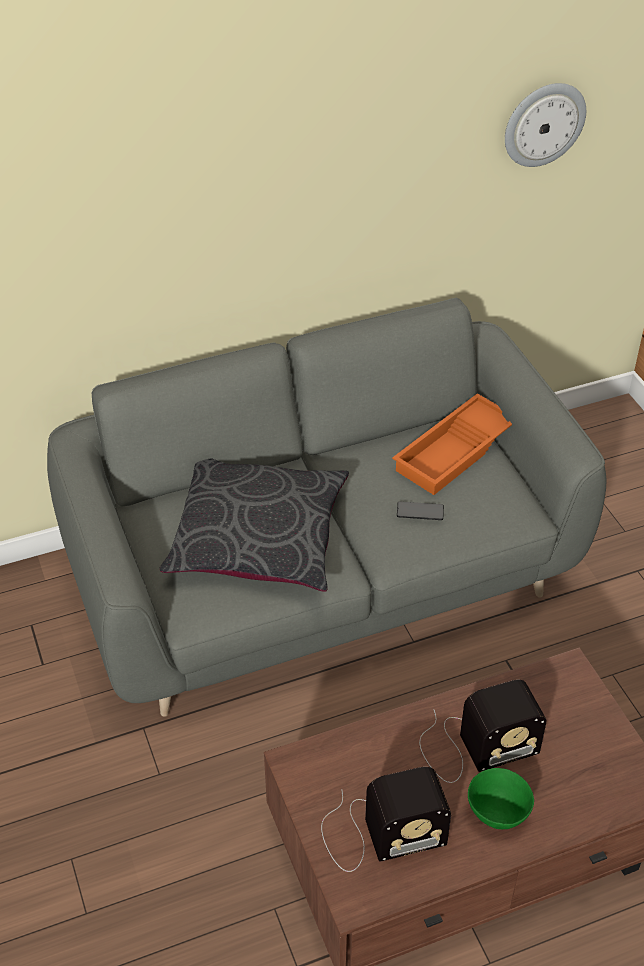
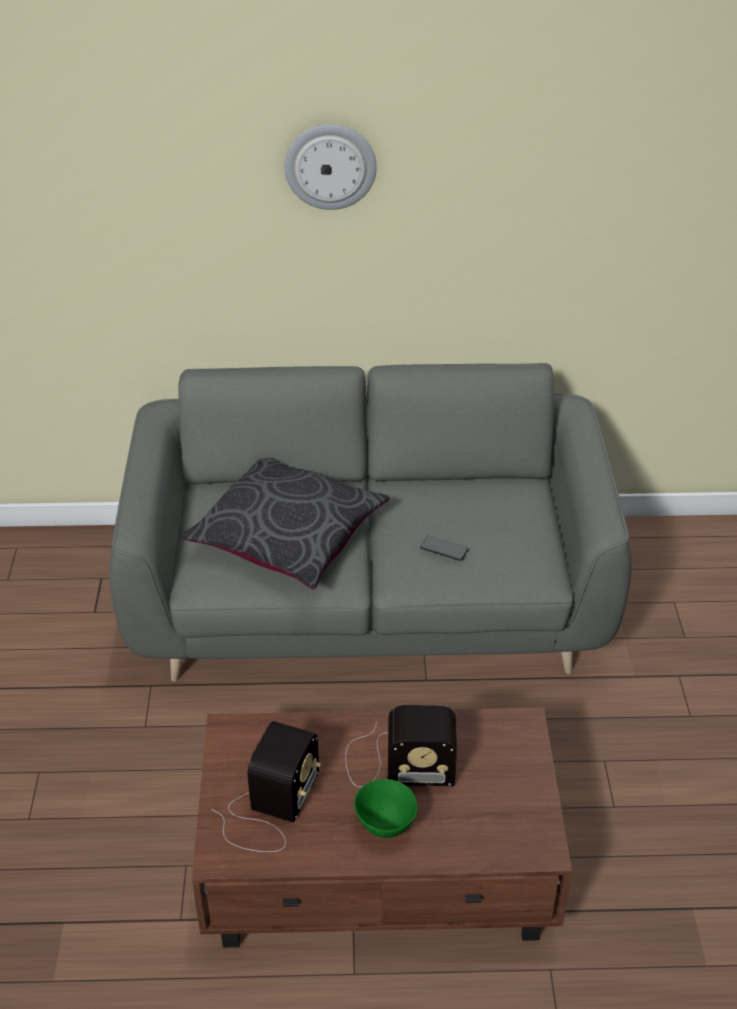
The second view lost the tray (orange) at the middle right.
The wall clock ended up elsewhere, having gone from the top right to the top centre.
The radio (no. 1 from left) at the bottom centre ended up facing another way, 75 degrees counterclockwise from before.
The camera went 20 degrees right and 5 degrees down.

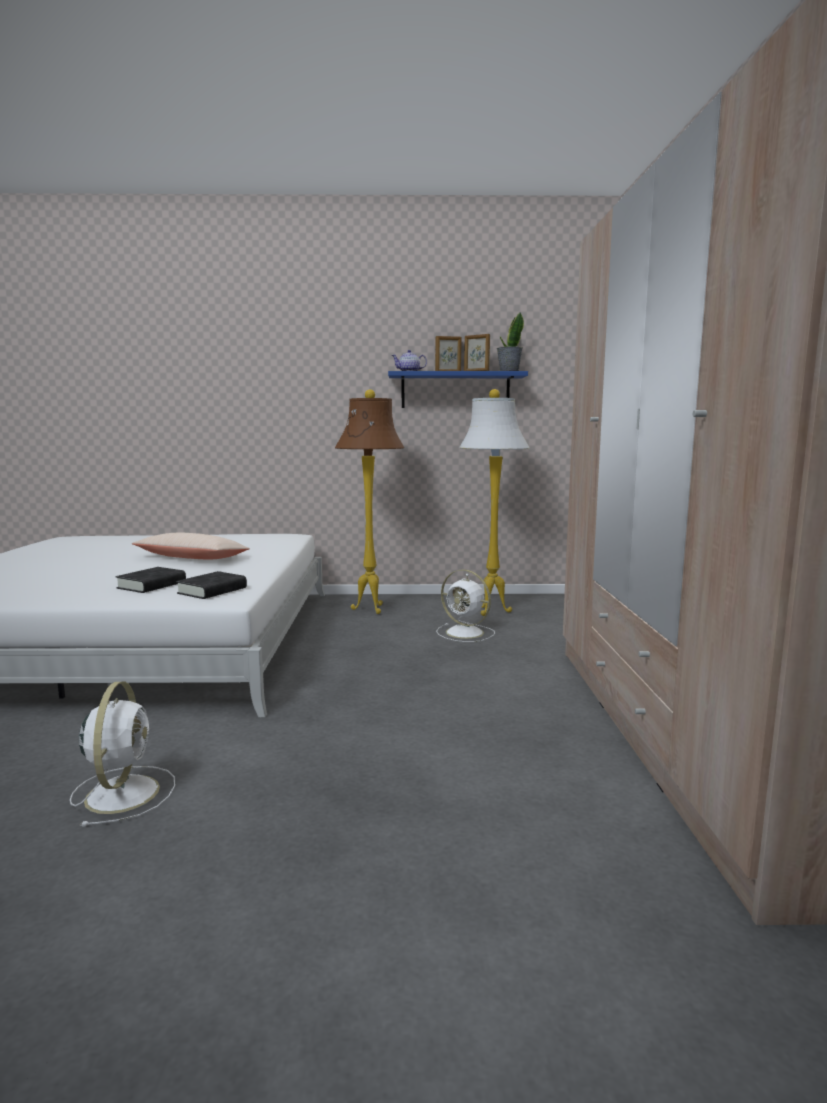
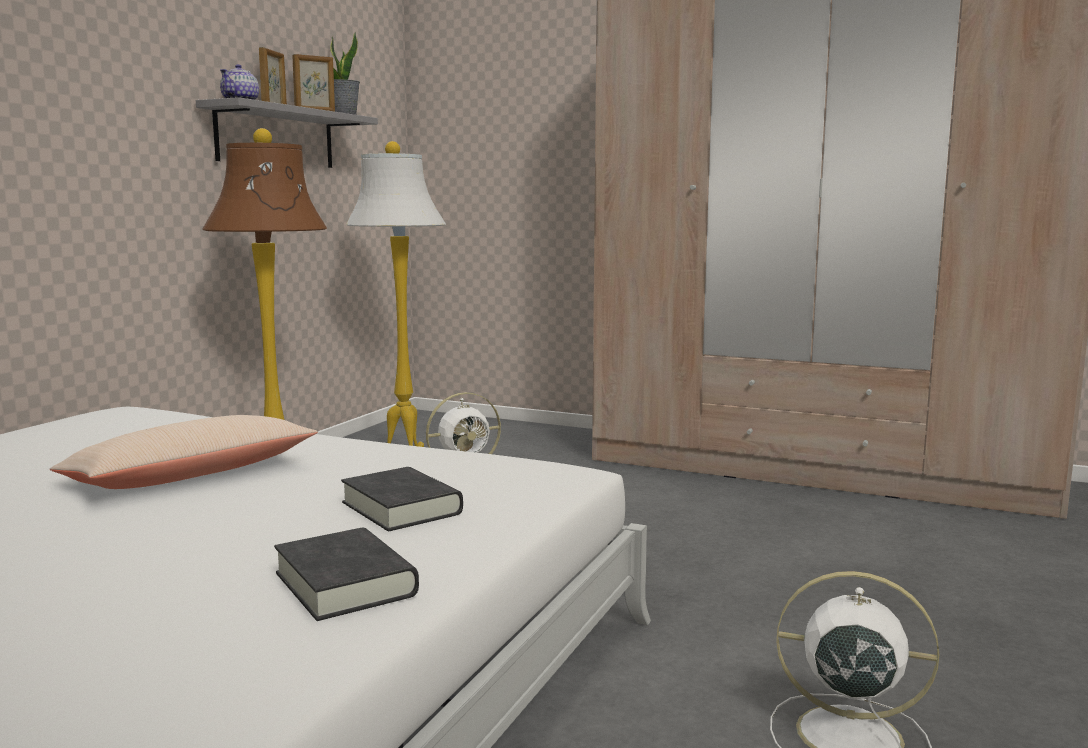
The bound book (black) (no. 2 from left in the first image) ended up elsewhere, having gone from the middle left to the bottom left.
What was the wall shelf (bluish) at the centre turned into the wall shelf (grey) at the top left.
The camera went 65 degrees left and 0 degrees up.

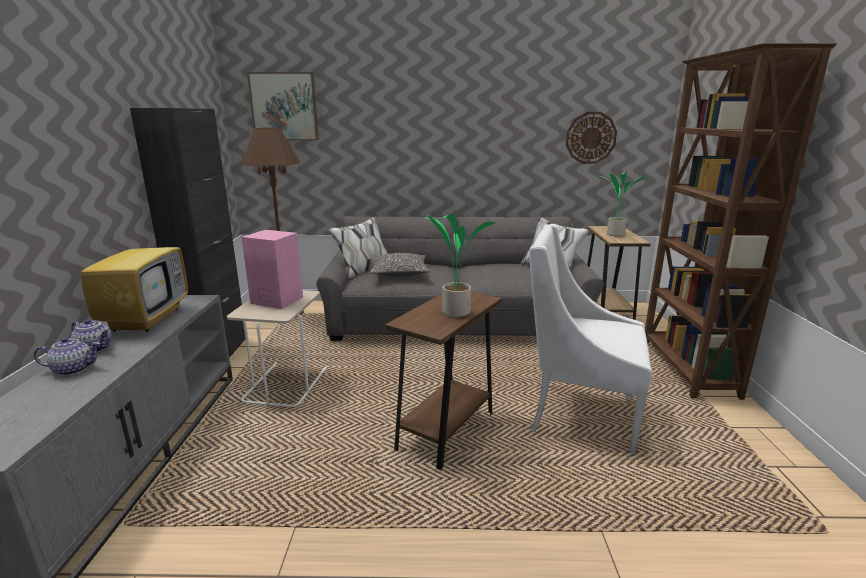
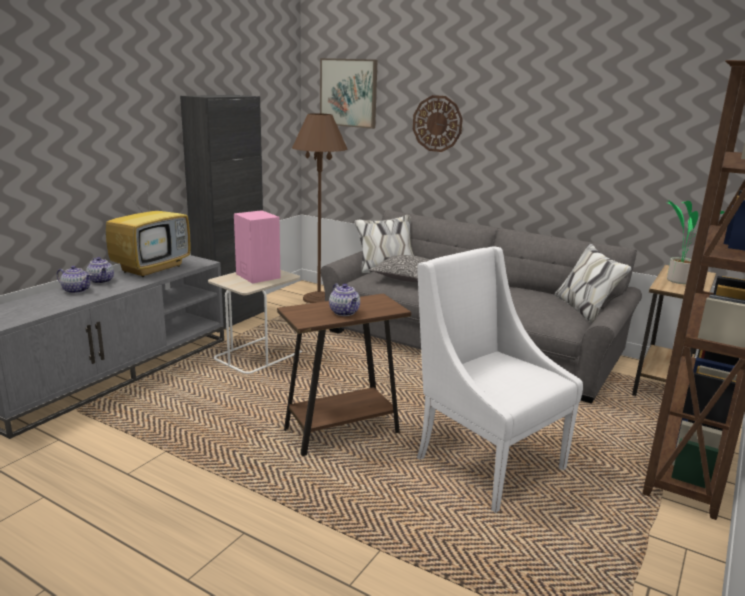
The wall clock ended up elsewhere, having gone from the top right to the top centre.
Where the potted plant (no. 1 from left) stood at the centre, the tea pot (no. 3 from left) came to stand at the centre.
The camera went 30 degrees right and 0 degrees up.

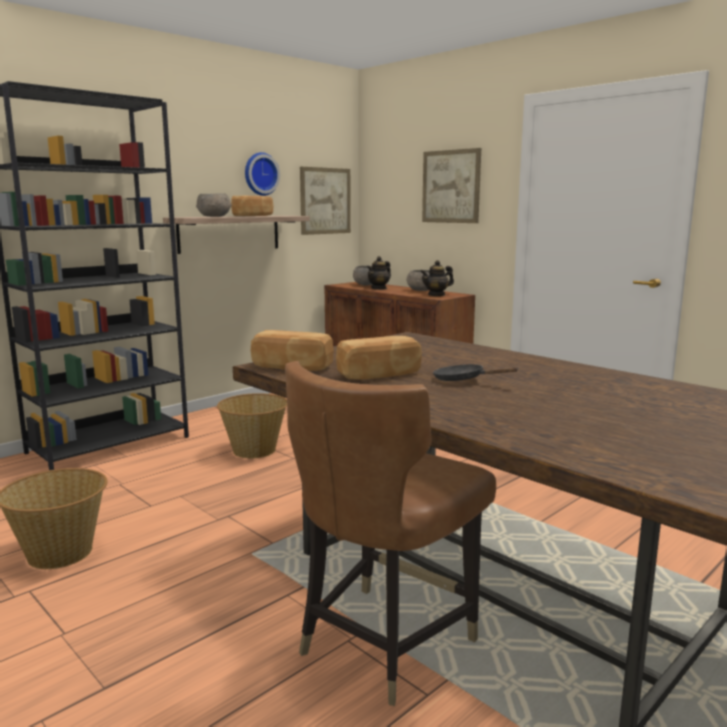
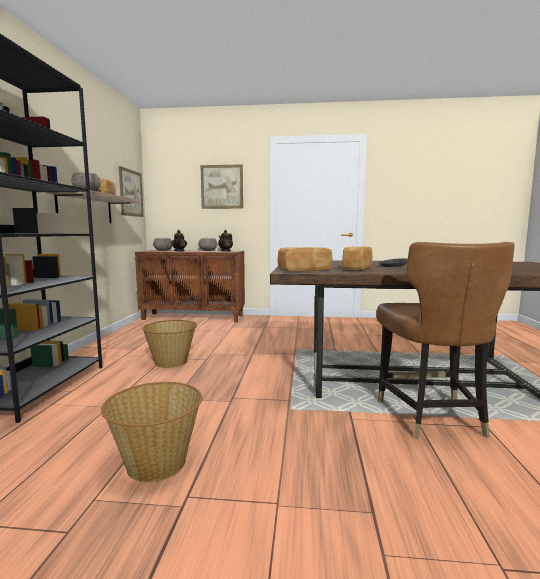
The second view lost the wall clock at the top centre.
The camera went 40 degrees left and 5 degrees down.

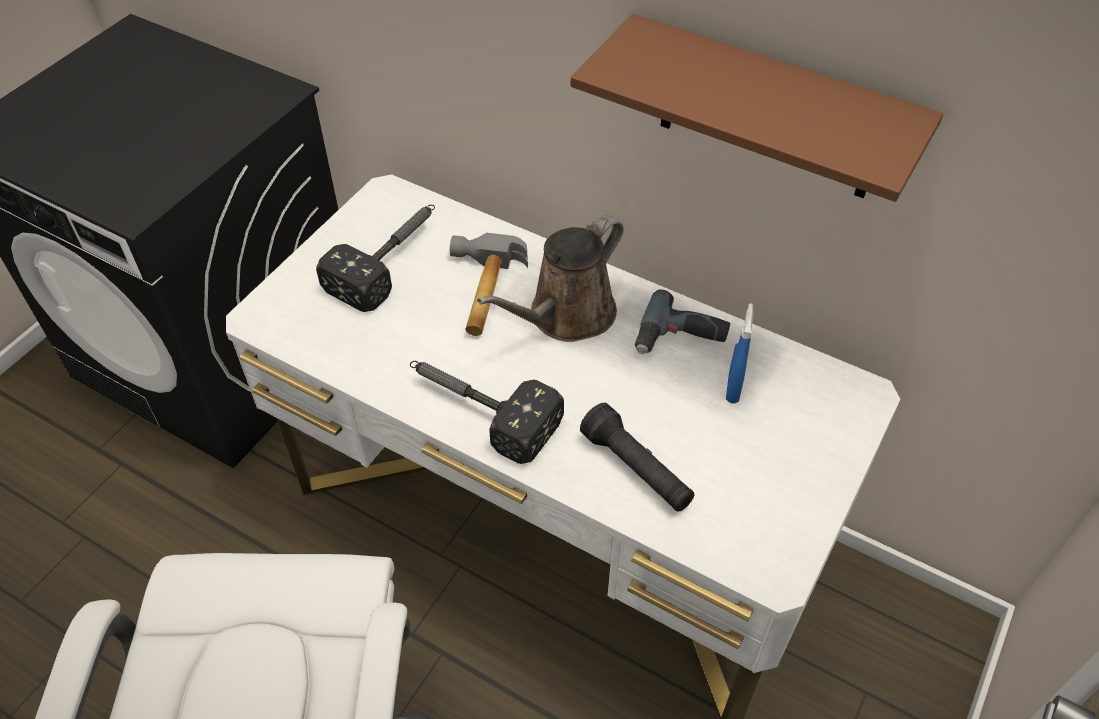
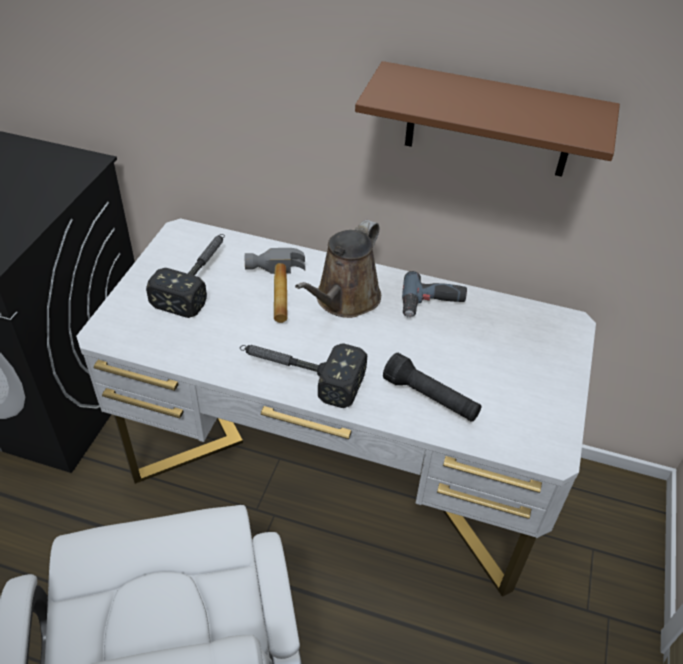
The second view lost the spray bottle (bluish) at the middle right.
The camera went 15 degrees left and 5 degrees down.

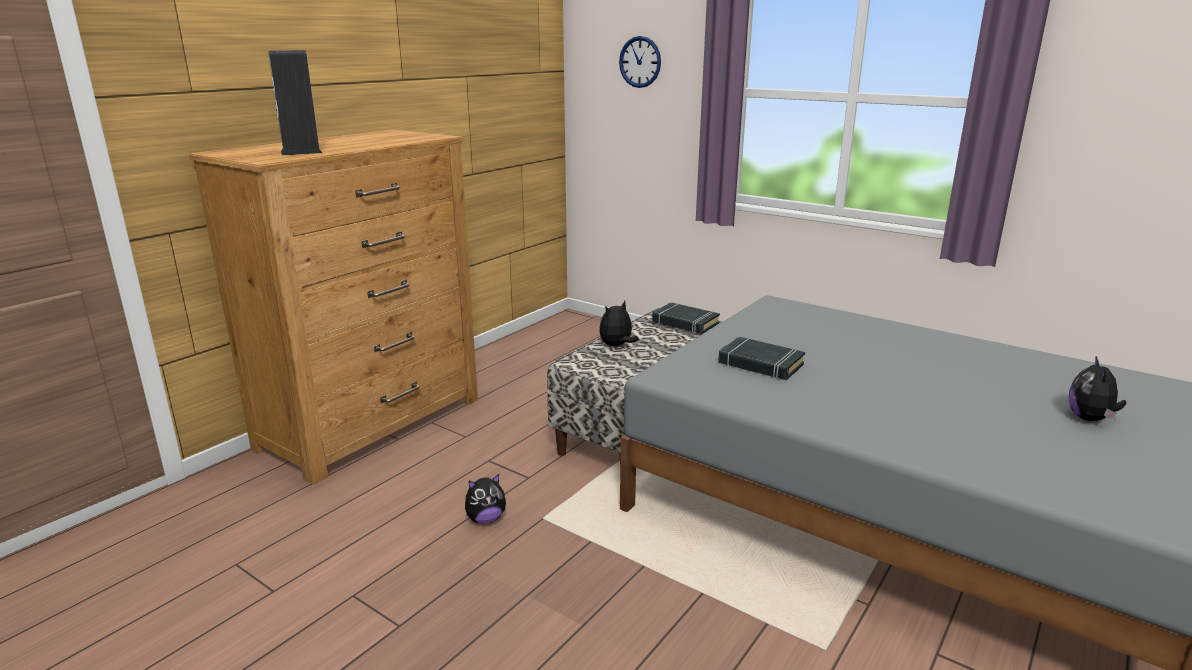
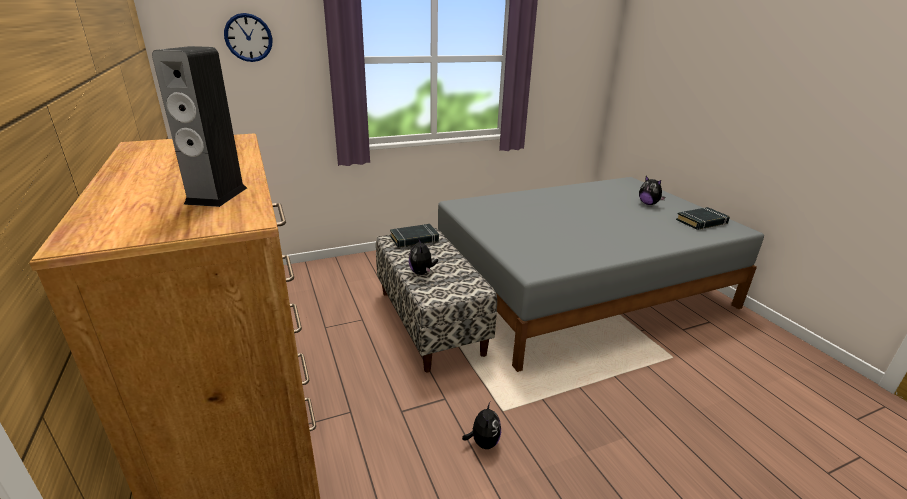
The bound book (black) (no. 2 from left) ended up elsewhere, having gone from the centre to the middle right.
The camera went 60 degrees left and 5 degrees up.

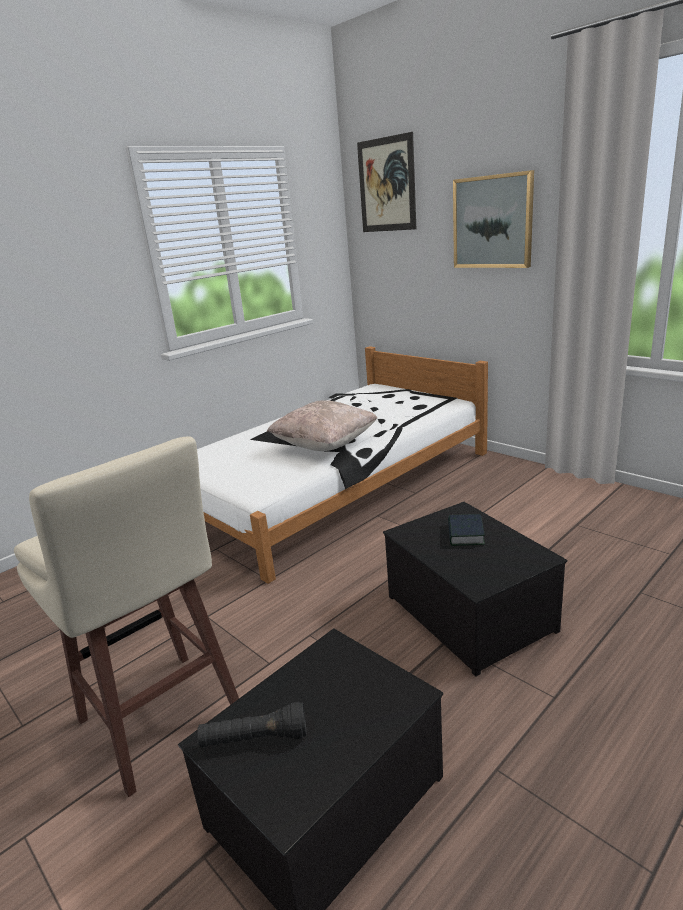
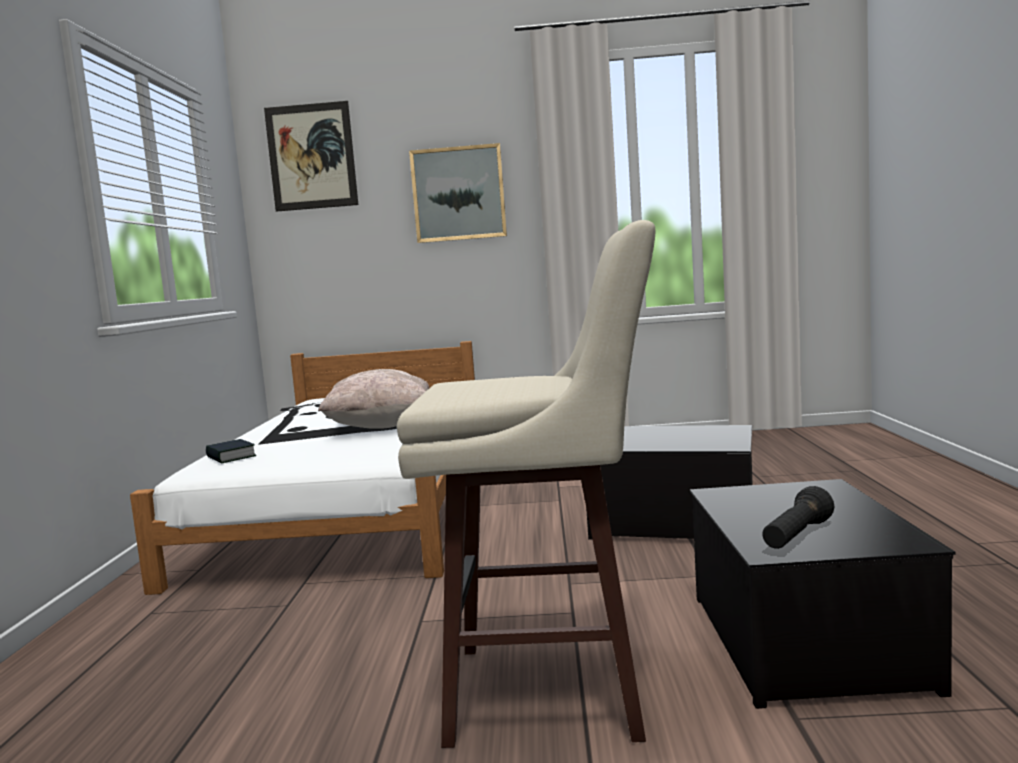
The bound book ended up elsewhere, having gone from the middle right to the middle left.
The camera went 45 degrees left and 15 degrees down.

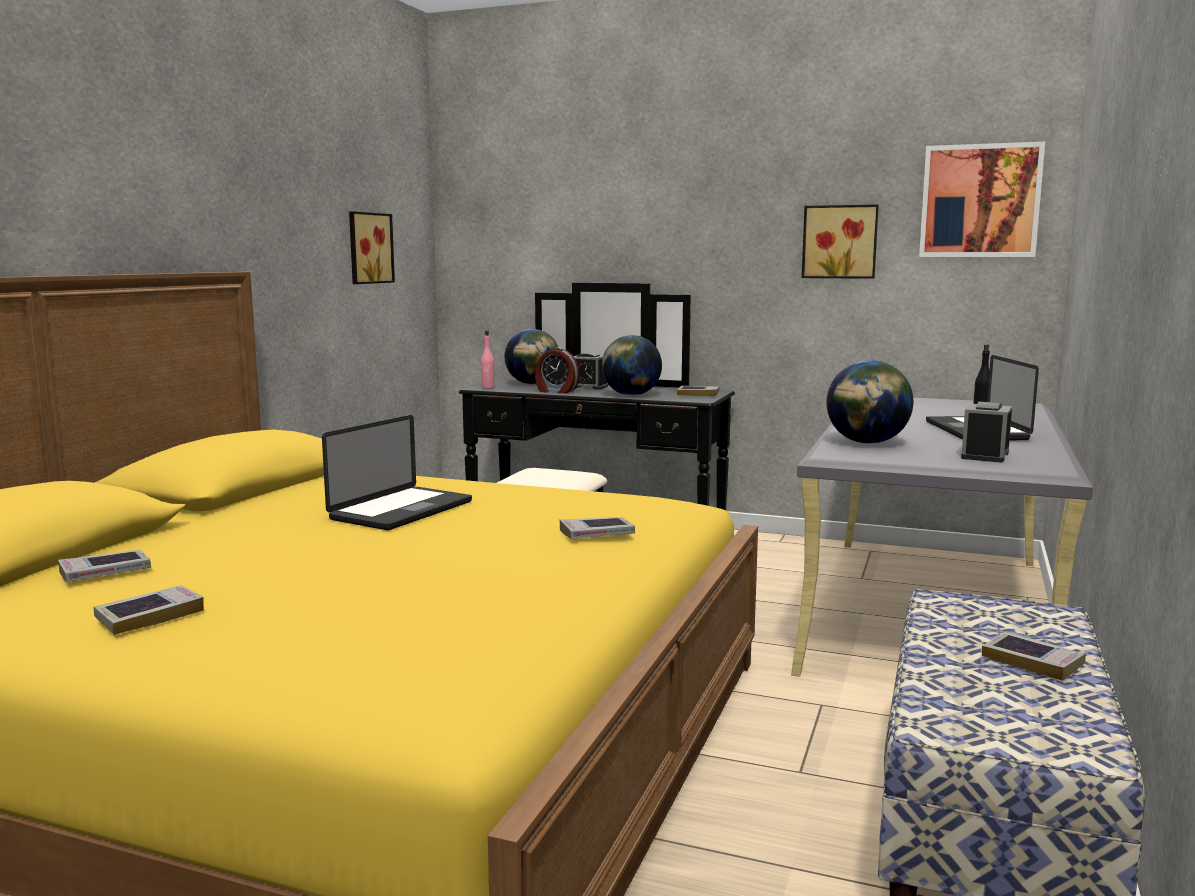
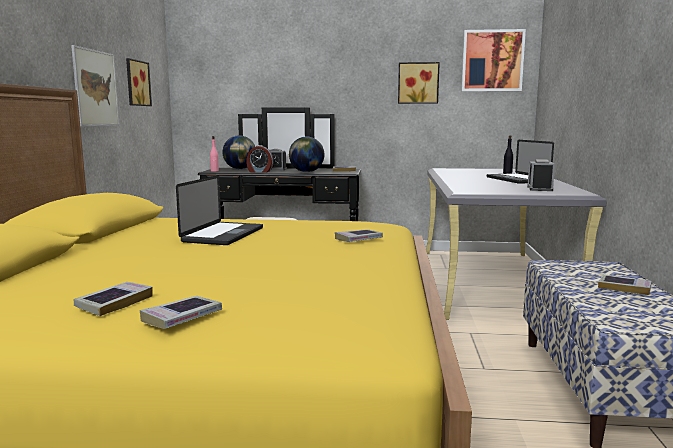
The second view lost the desk globe (no. 3 from left) at the middle right.
The second view gained the picture (no. 1 from left) at the top left.
The bound book (no. 1 from left in the first image) ended up elsewhere, having gone from the middle left to the bottom left.
The camera went 15 degrees left and 0 degrees up.

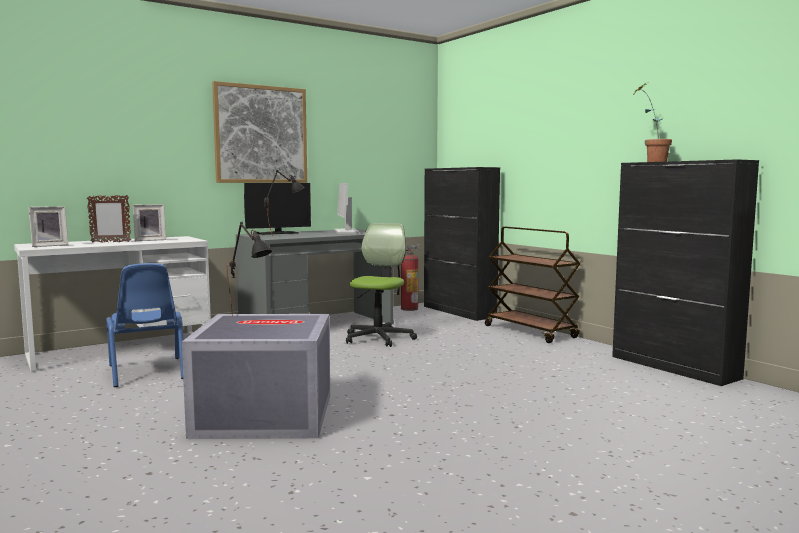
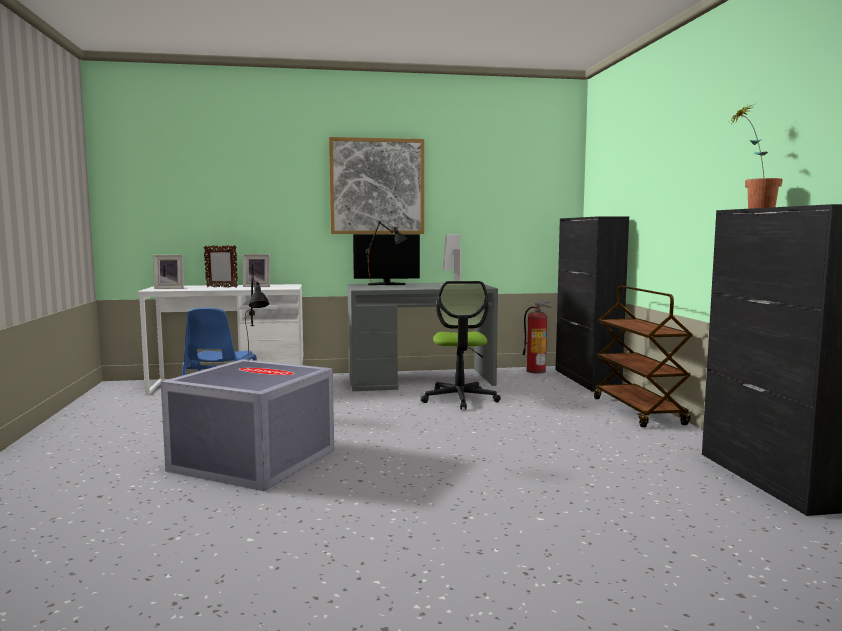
The office chair at the centre ended up facing another way, 135 degrees clockwise from before.
The camera went 25 degrees right and 0 degrees up.

